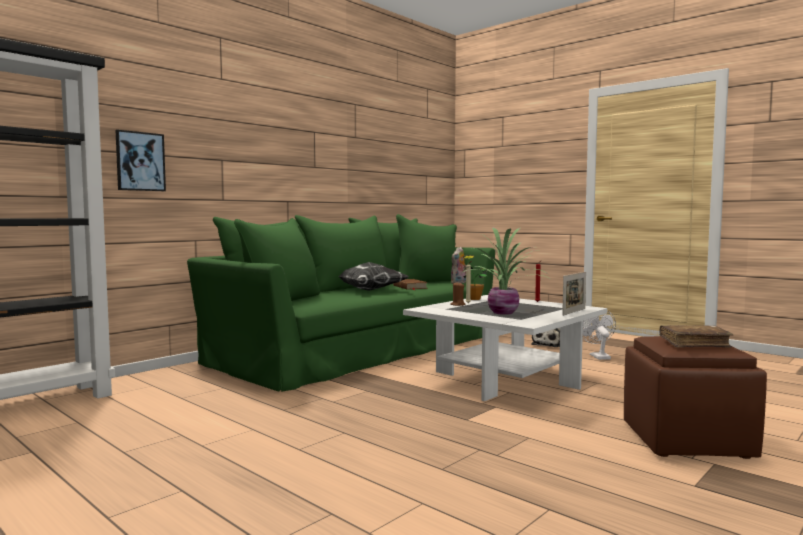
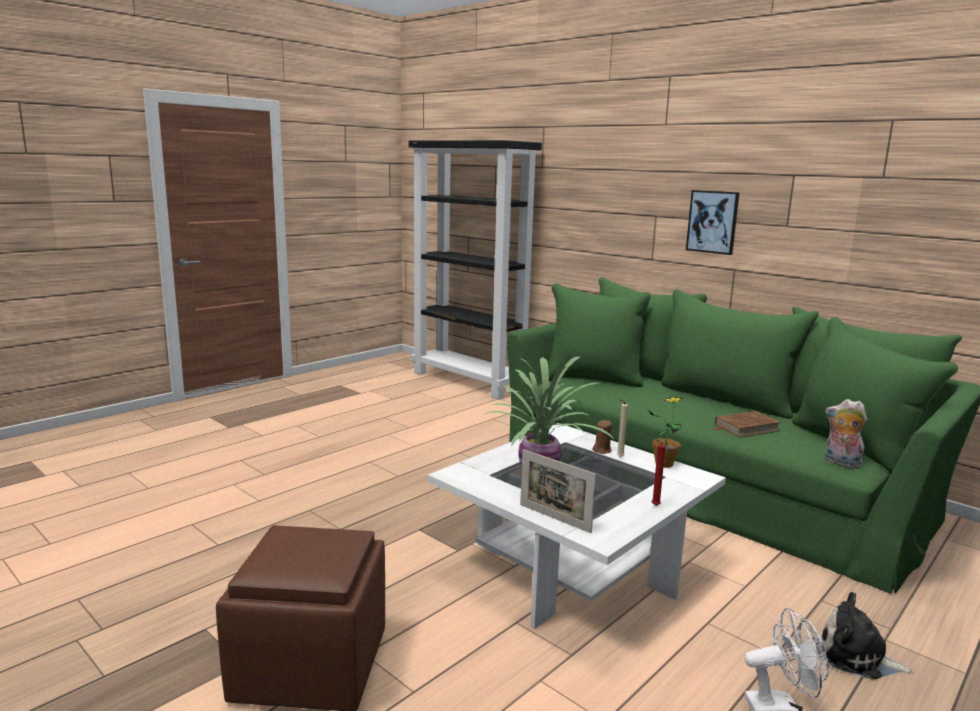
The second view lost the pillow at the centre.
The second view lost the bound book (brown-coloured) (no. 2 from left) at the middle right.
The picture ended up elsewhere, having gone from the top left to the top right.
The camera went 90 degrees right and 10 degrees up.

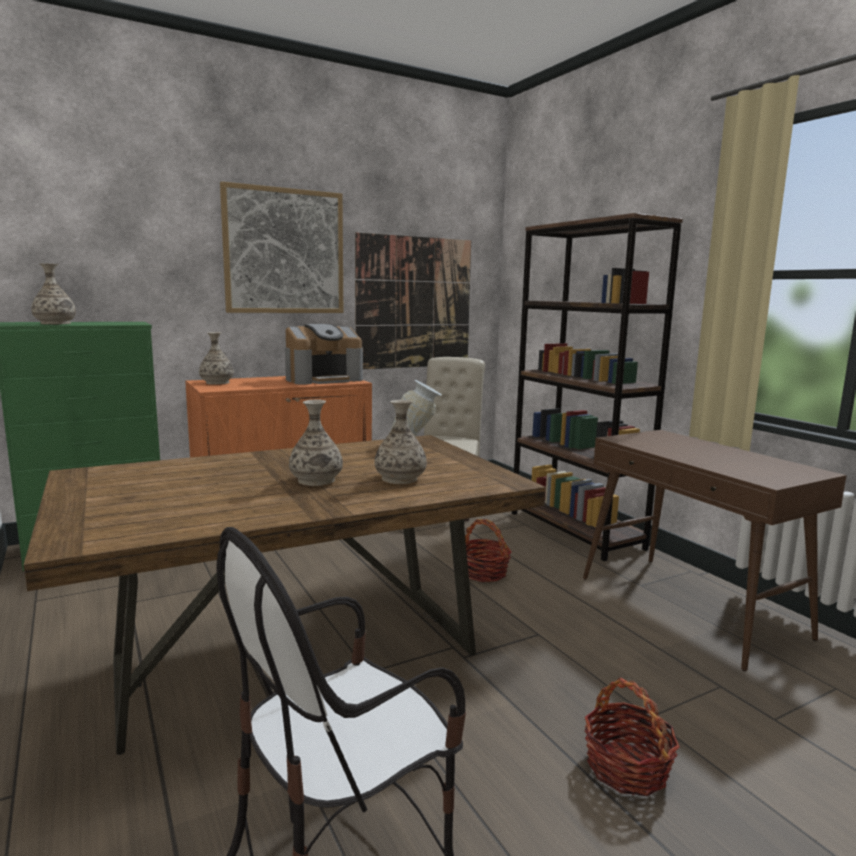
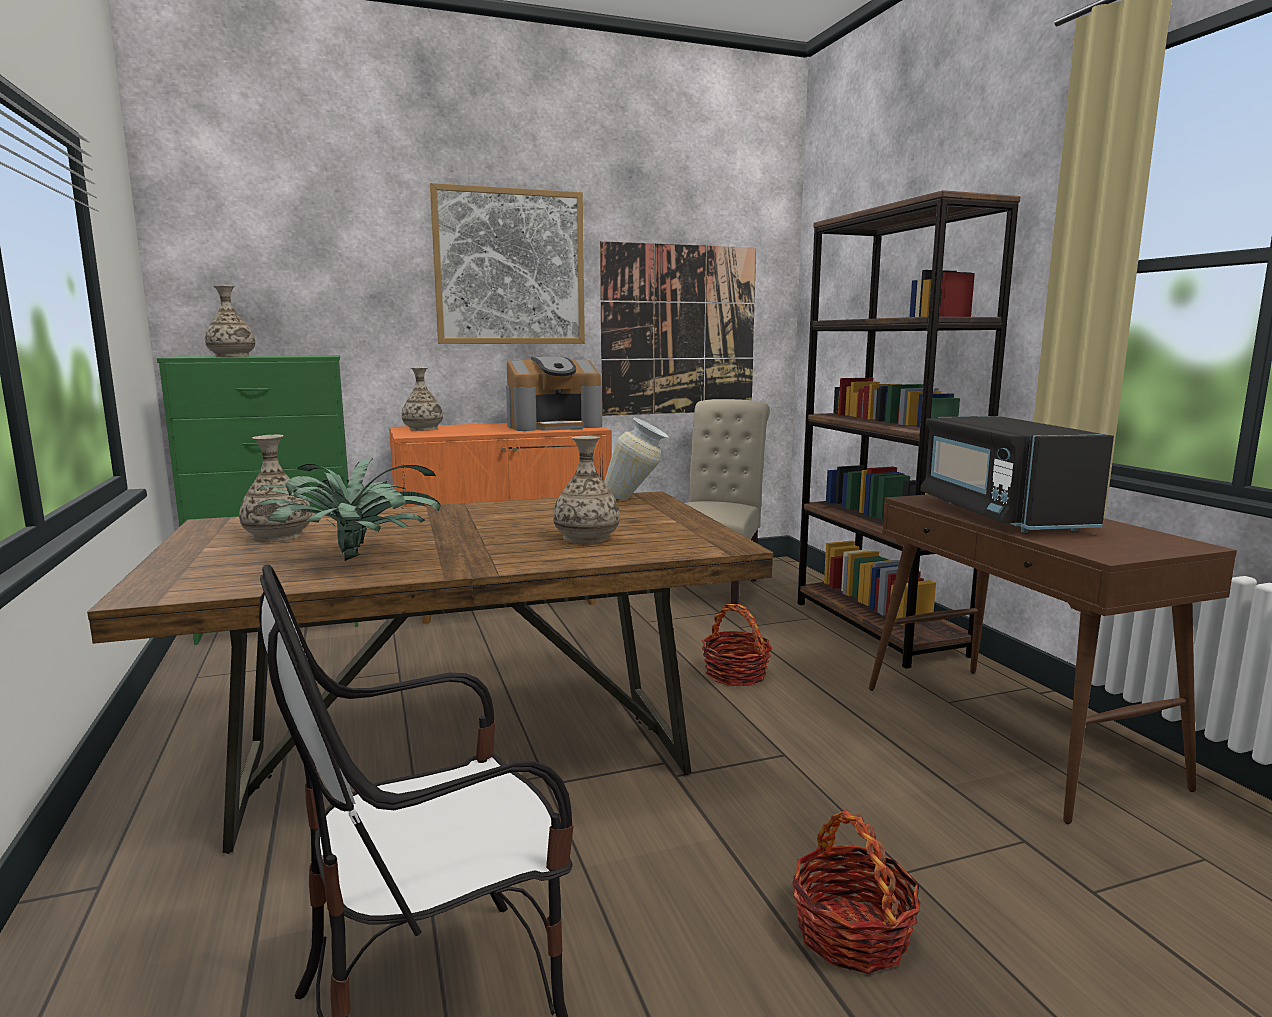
The second view gained the potted plant at the middle left.
The second view gained the microwave oven (black) at the middle right.
The decorative vase (no. 3 from left in the first image) ended up elsewhere, having gone from the centre to the middle left.
The camera went 10 degrees right and 0 degrees up.

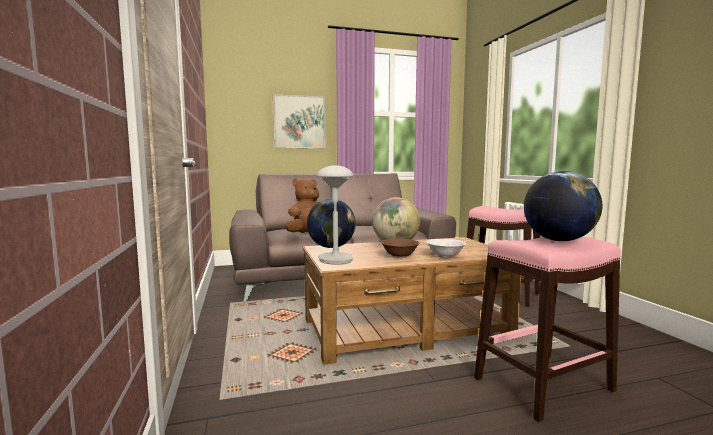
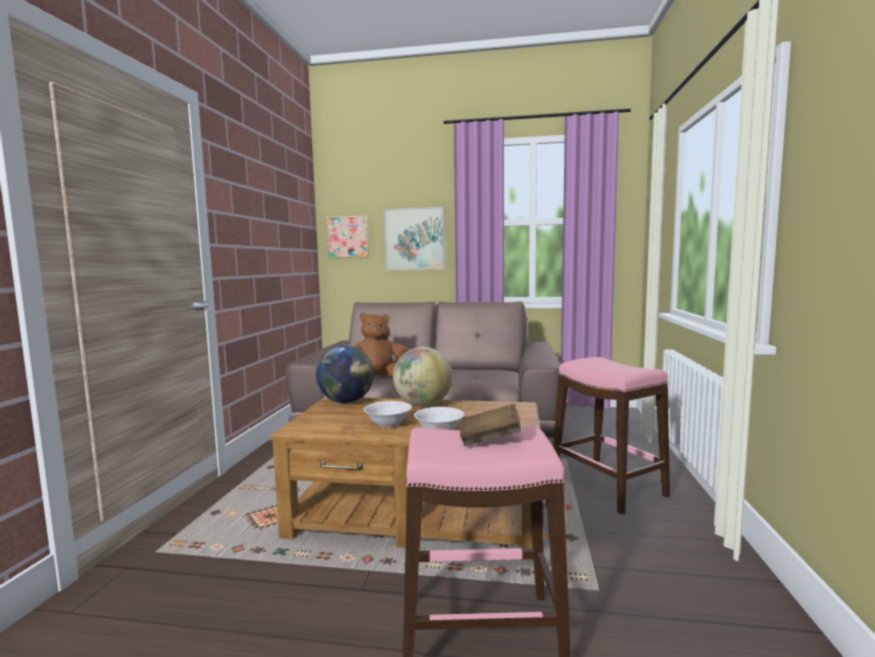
The second view lost the table lamp (grey) at the centre.
The second view gained the picture (no. 1 from left) at the centre.
Where the desk globe (no. 3 from left) stood at the middle right, the bound book (brown-coloured) came to stand at the centre.
What was the bowl (brown-coloured) at the centre turned into the bowl (white) (no. 1 from left) at the centre.
The camera went 25 degrees right and 0 degrees up.

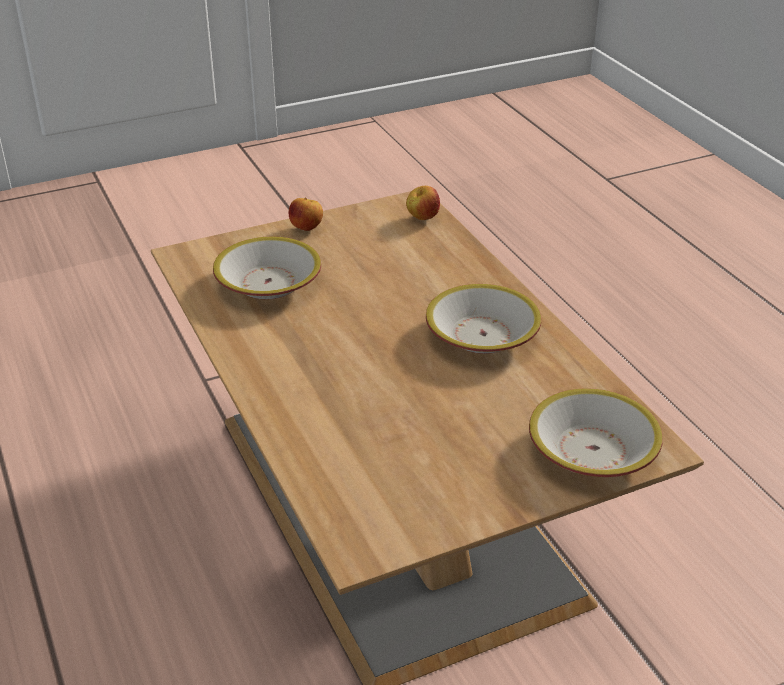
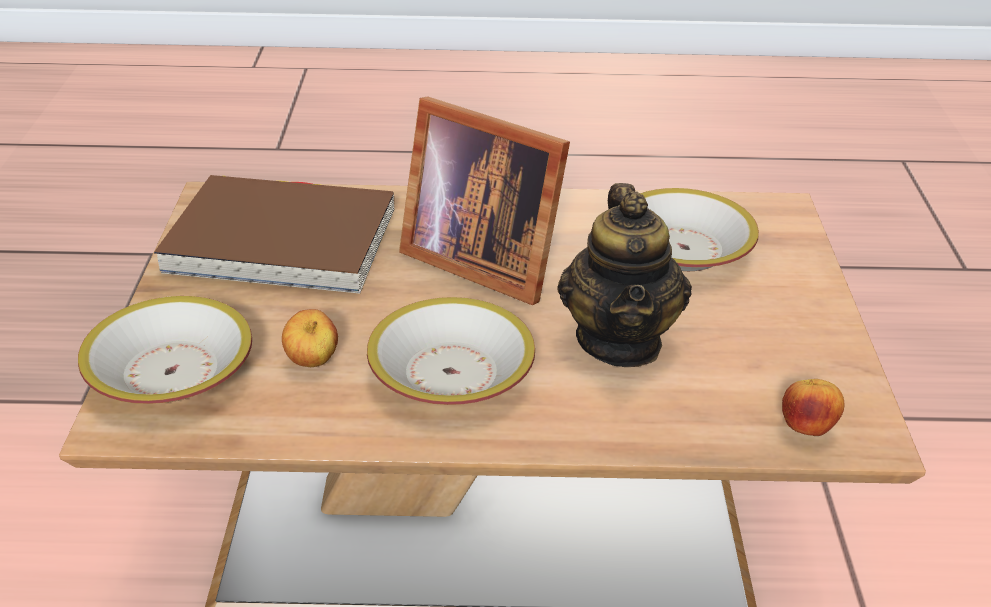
The second view gained the bound book (brown-coloured) at the middle left.
The second view gained the standing frame at the top centre.
The second view gained the tea pot at the centre.
The apple (no. 1 from left) ended up elsewhere, having gone from the top centre to the middle left.
The camera went 115 degrees right and 0 degrees up.

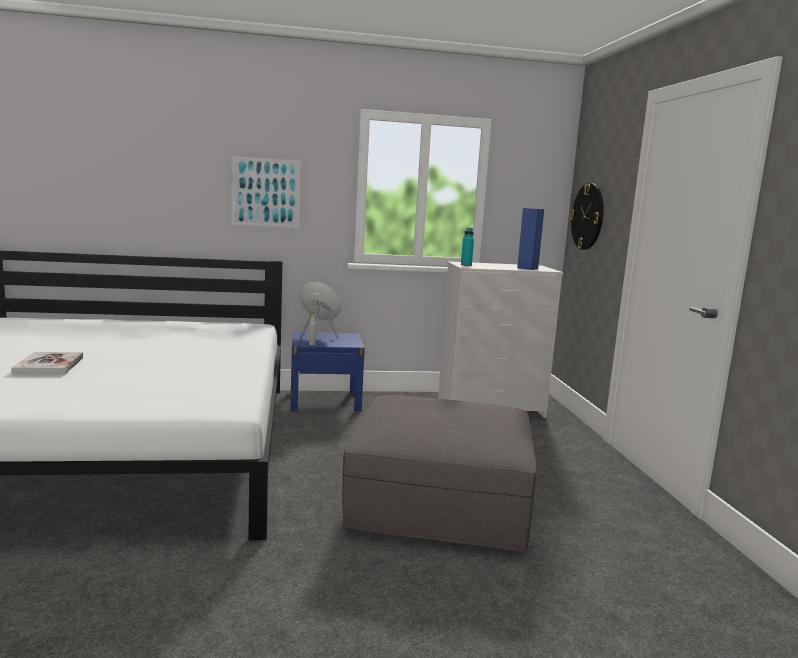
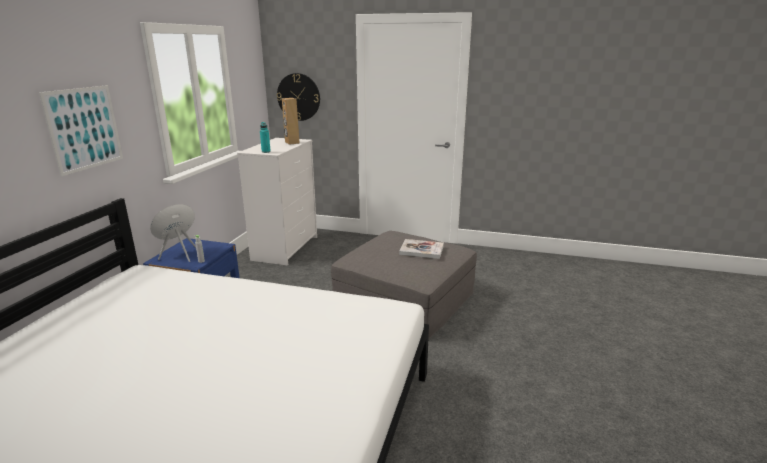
The bound book ended up elsewhere, having gone from the middle left to the centre.
What was the audio speaker (bluish) (no. 2 from left) at the centre turned into the audio speaker (brown-coloured) at the top centre.
The camera went 65 degrees left and 10 degrees up.

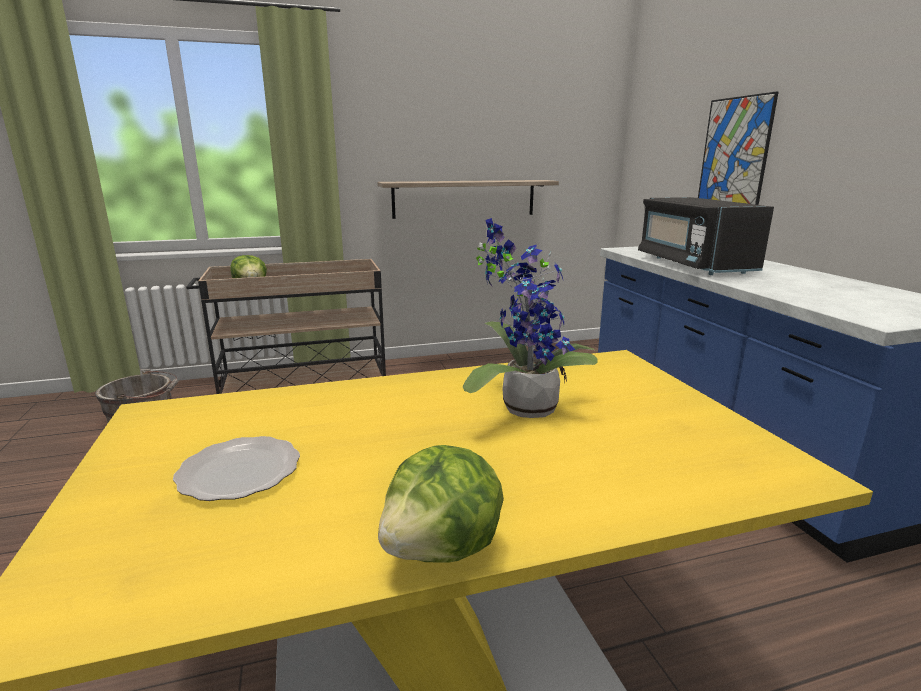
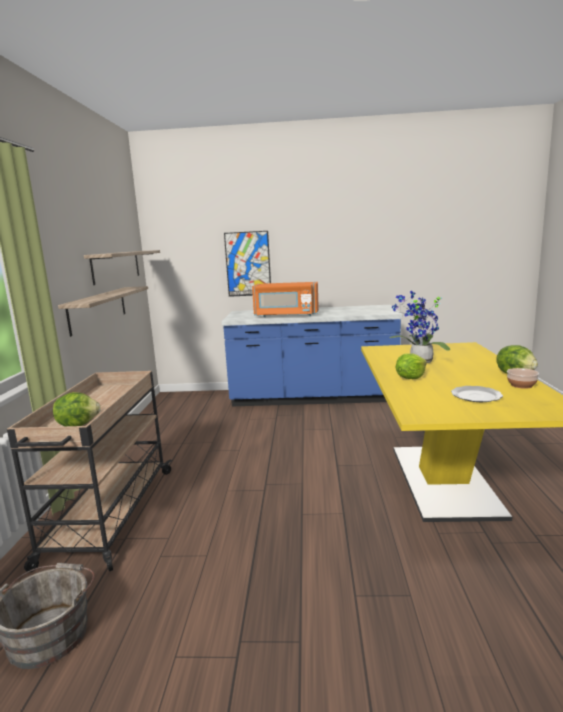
The second view gained the wall shelf (no. 2 from left) at the middle left.
The second view gained the lettuce head (no. 2 from left) at the middle right.
The second view gained the bowl at the middle right.
What was the microwave oven (black) at the middle right turned into the microwave oven (orange) at the centre.
The camera went 70 degrees left and 5 degrees down.

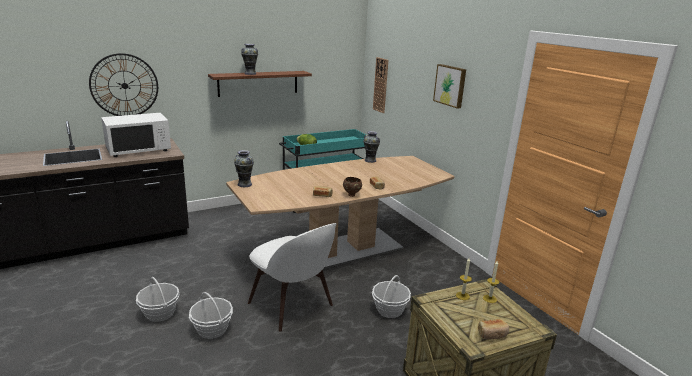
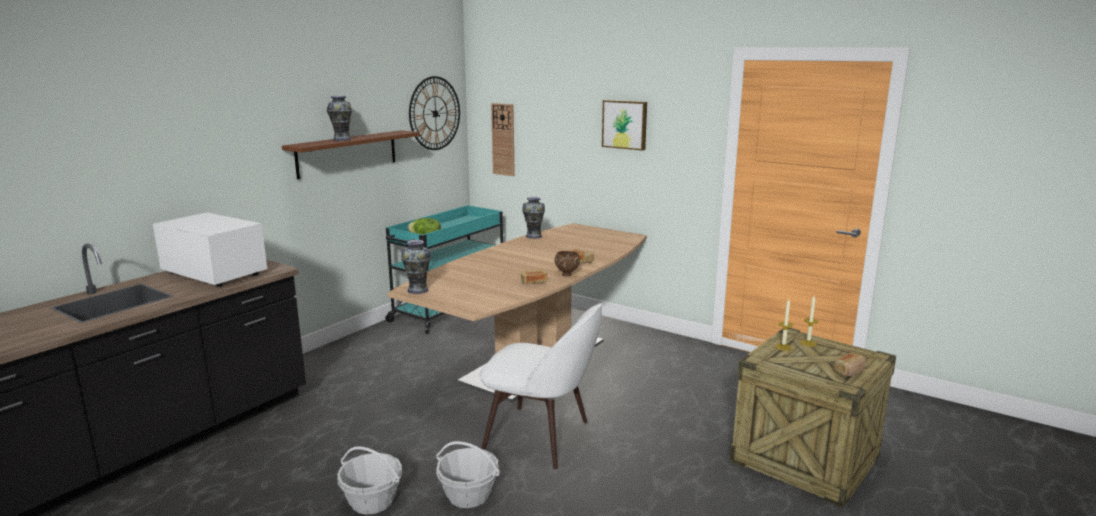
The second view lost the basket (no. 3 from left) at the bottom centre.
The wall clock (no. 1 from left) ended up elsewhere, having gone from the top left to the top centre.
The microwave oven (white) at the middle left ended up facing another way, 90 degrees counterclockwise from before.
The camera went 25 degrees left and 5 degrees down.

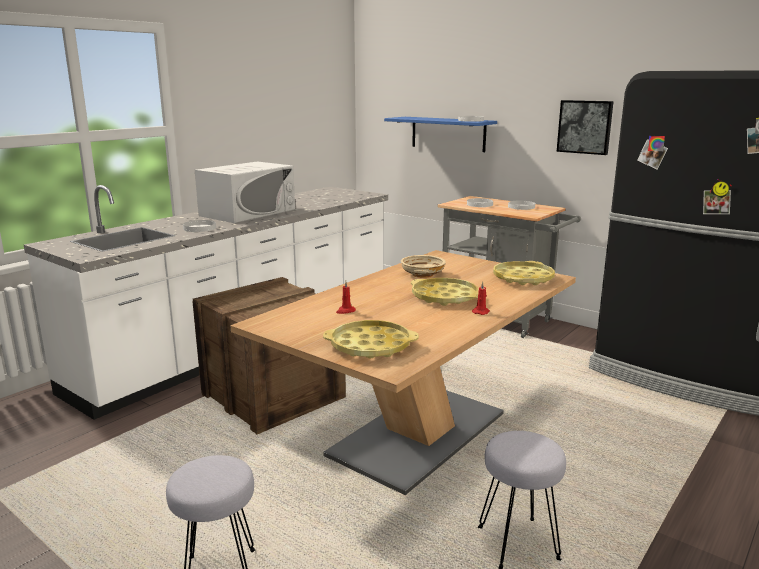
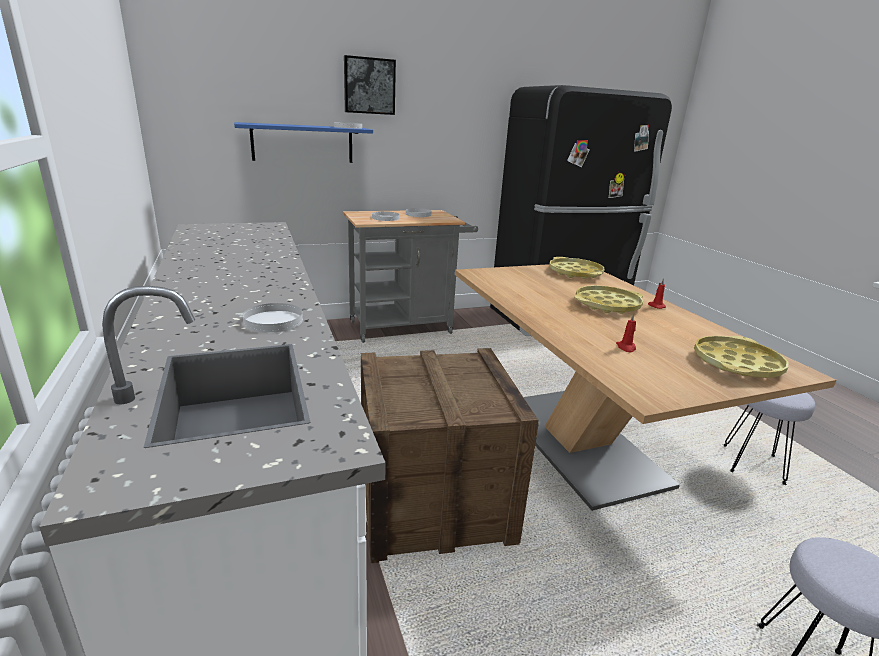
The second view lost the microwave oven (white) at the middle left.
The second view lost the bowl (sand-coloured) at the centre.
The picture ended up elsewhere, having gone from the top right to the top centre.
The camera went 60 degrees left and 5 degrees up.

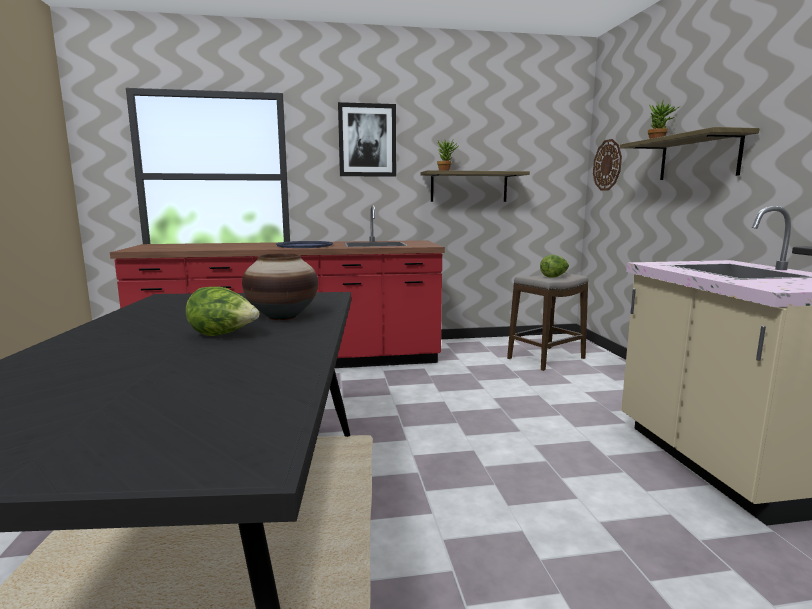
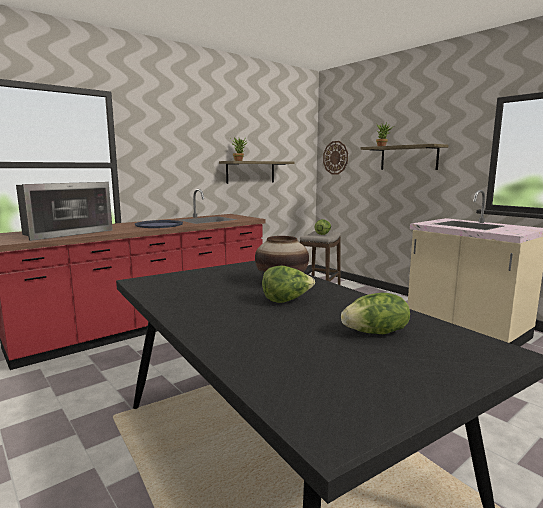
The second view lost the picture at the top centre.
The second view gained the microwave oven at the middle left.
The second view gained the lettuce head (no. 3 from left) at the middle right.
The camera went 30 degrees left and 0 degrees up.

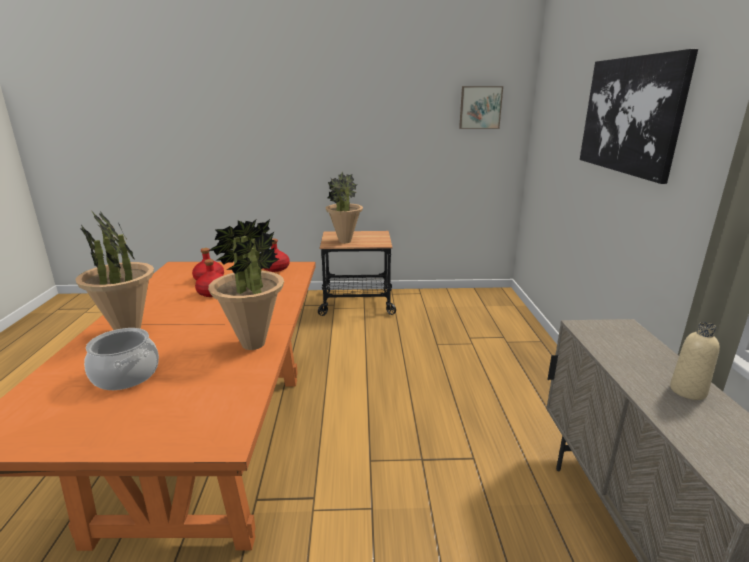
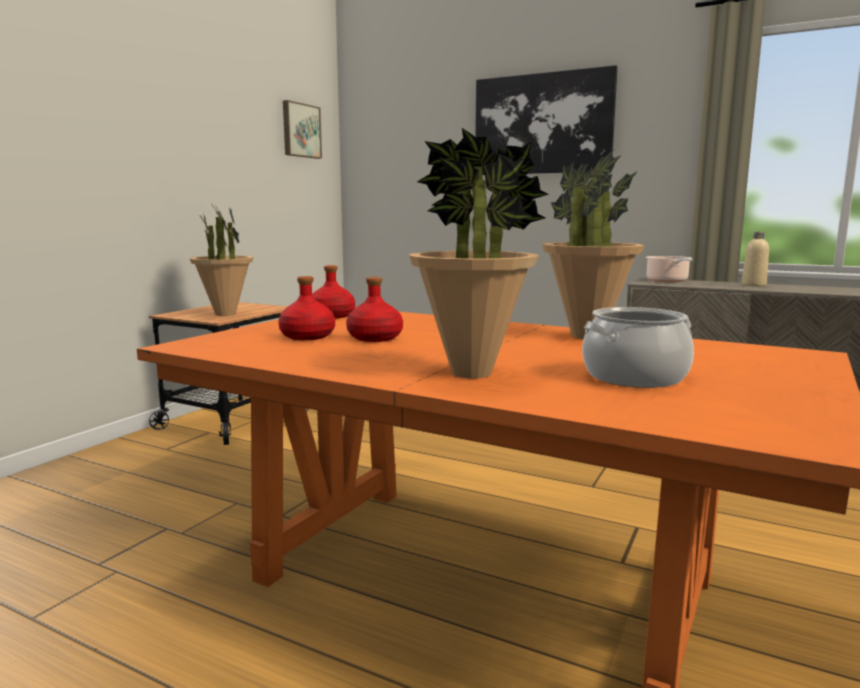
The second view gained the stockpot (no. 2 from left) at the middle right.
The camera went 60 degrees left and 10 degrees down.

